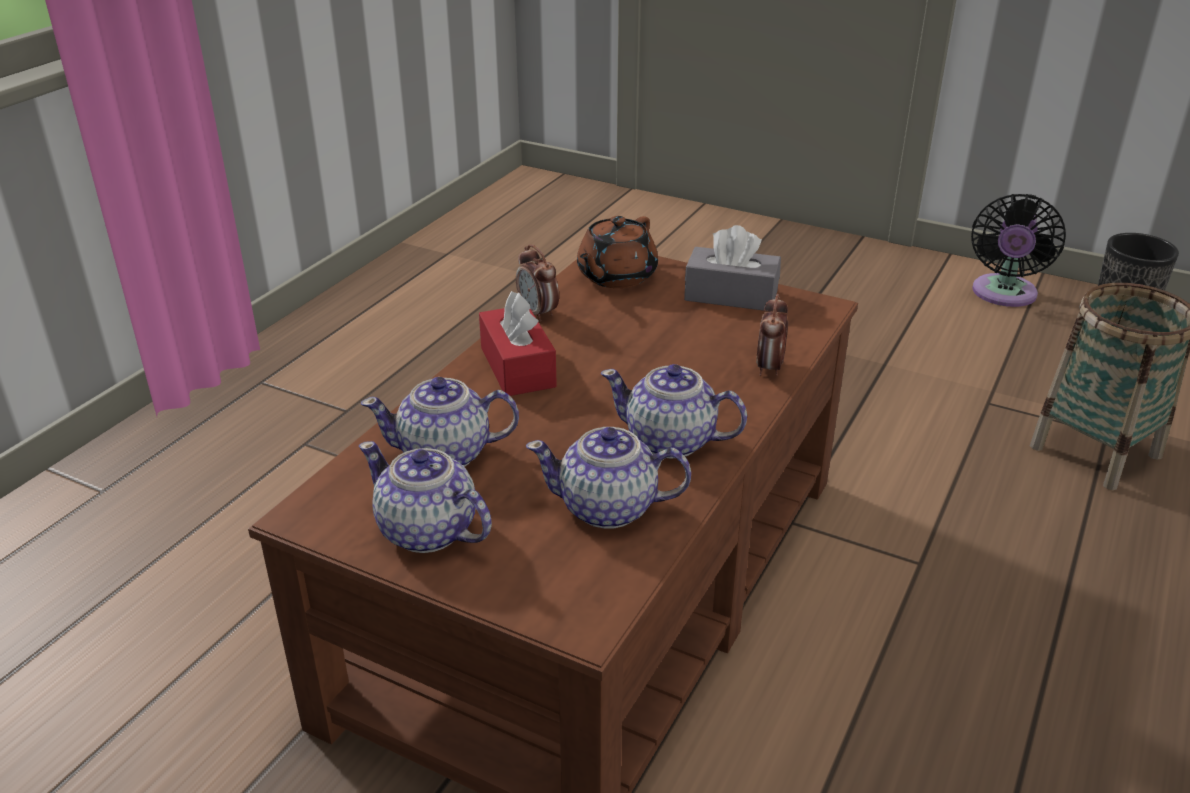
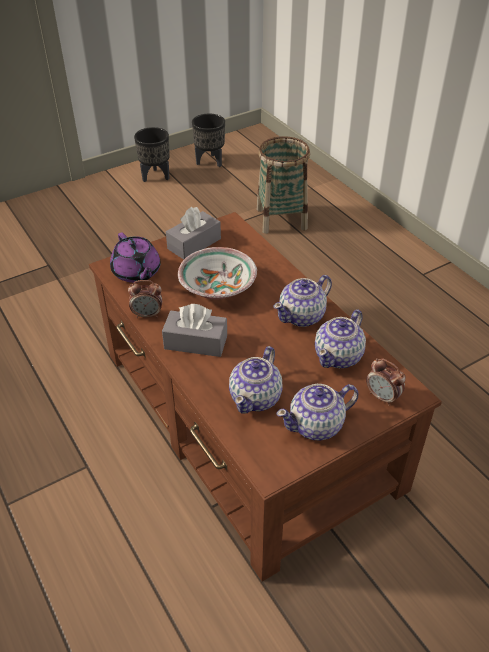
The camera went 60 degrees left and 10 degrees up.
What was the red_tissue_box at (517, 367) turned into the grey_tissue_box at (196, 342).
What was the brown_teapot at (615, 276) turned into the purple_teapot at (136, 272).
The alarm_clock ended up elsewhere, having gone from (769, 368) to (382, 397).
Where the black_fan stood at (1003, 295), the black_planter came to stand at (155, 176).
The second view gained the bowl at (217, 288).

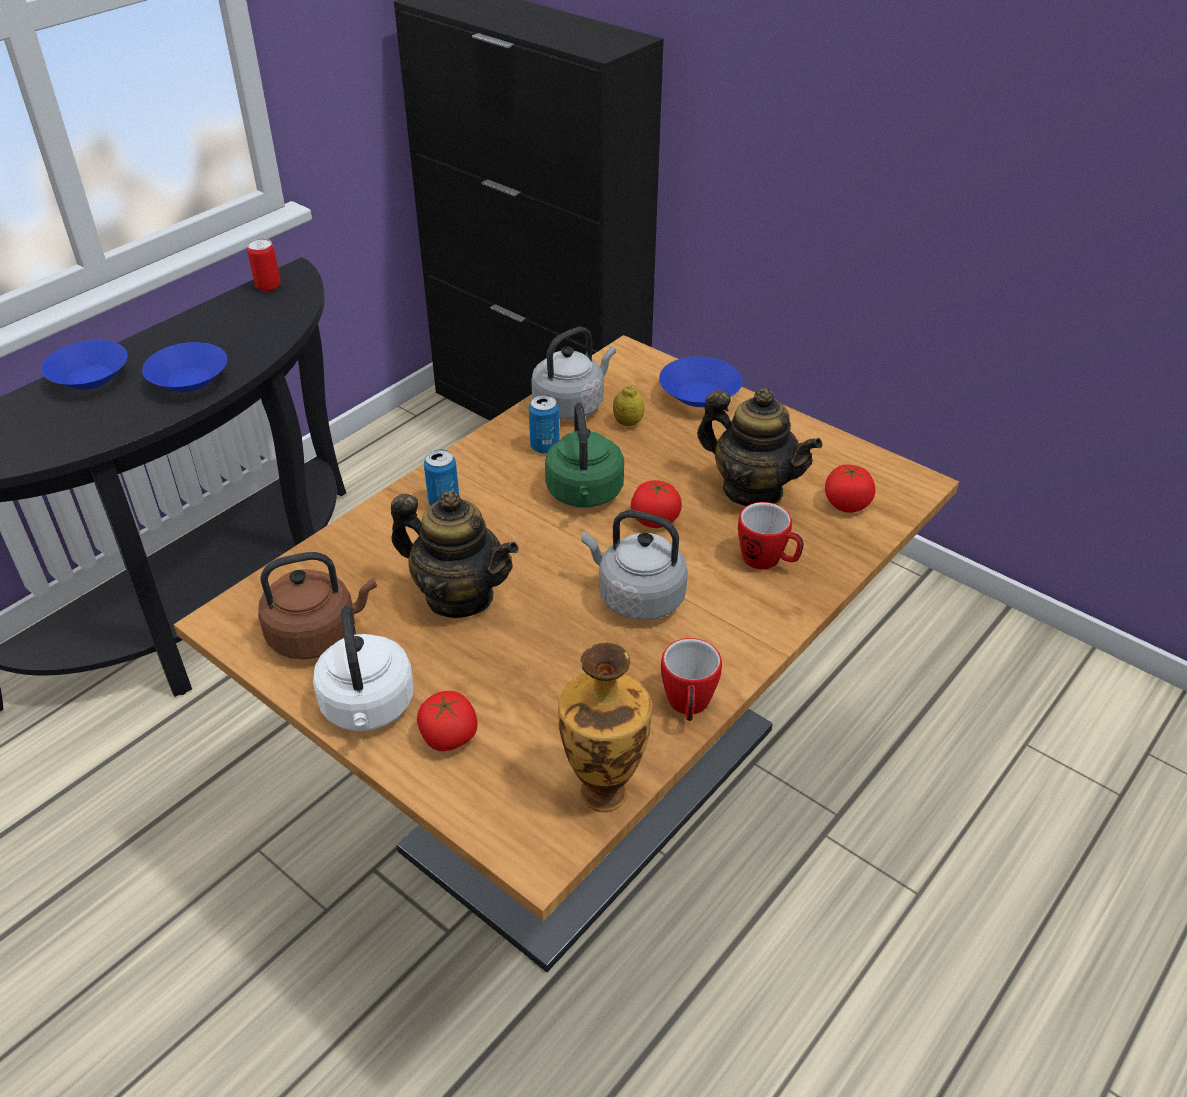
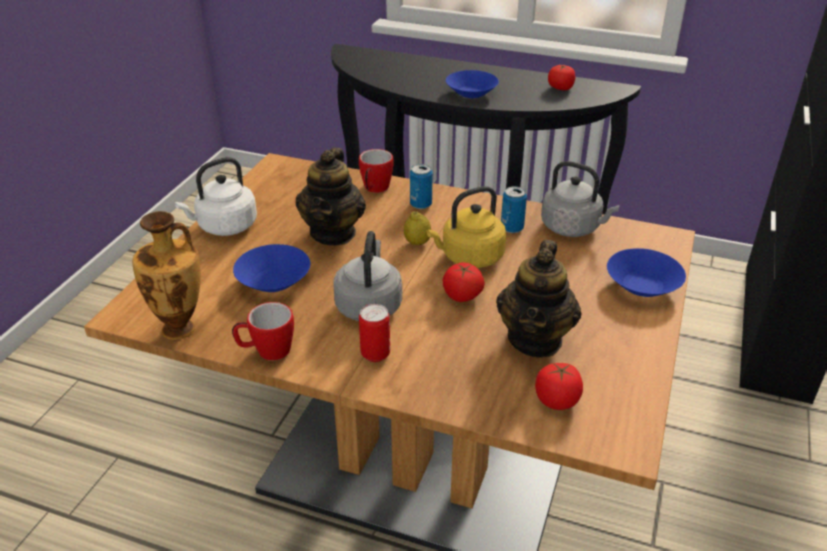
The camera went 70 degrees right and 5 degrees down.
The blue_bowl ended up elsewhere, having gone from (90, 380) to (273, 282).
The can ended up elsewhere, having gone from (268, 286) to (375, 354).
The second view lost the brown_kettle at (318, 634).
The tomato ended up elsewhere, having gone from (448, 737) to (560, 88).
What was the green_kettle at (585, 495) turned into the yellow_kettle at (469, 257).
The lemon ended up elsewhere, having gone from (628, 422) to (417, 243).
The mug ended up elsewhere, having gone from (768, 561) to (374, 189).

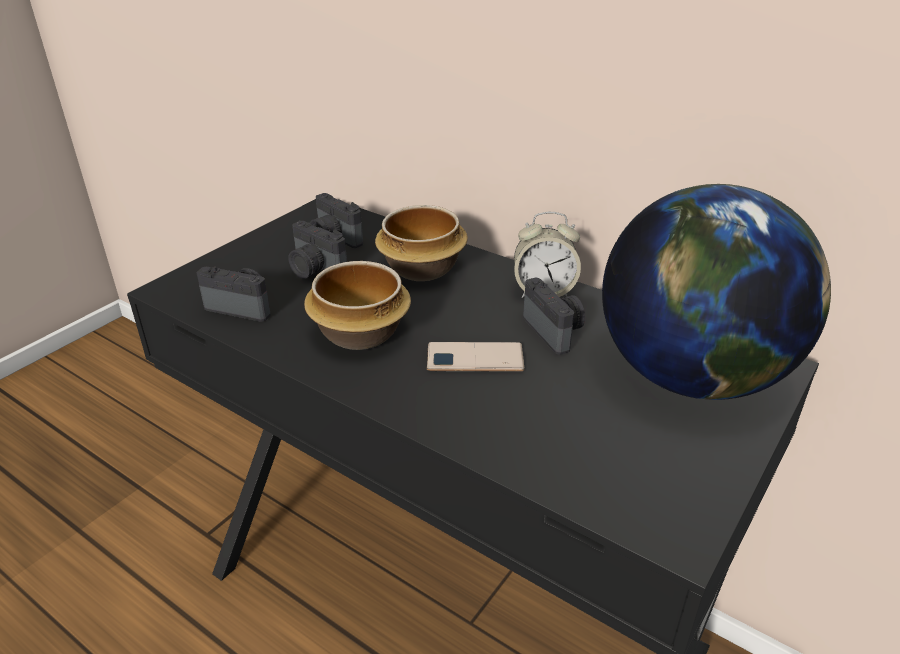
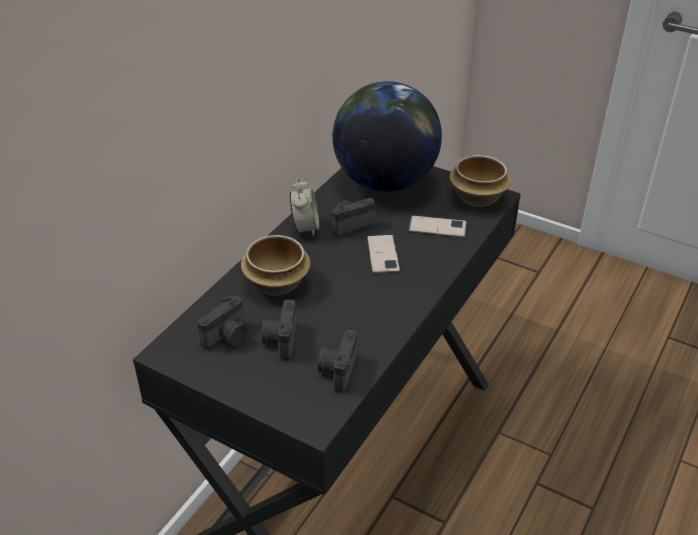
The camera went 95 degrees left and 5 degrees up.
The photo_camera at (314, 270) ended up facing another way, 150 degrees clockwise from before.
The bowl ended up elsewhere, having gone from (360, 332) to (476, 198).
The second view gained the phone at (437, 227).

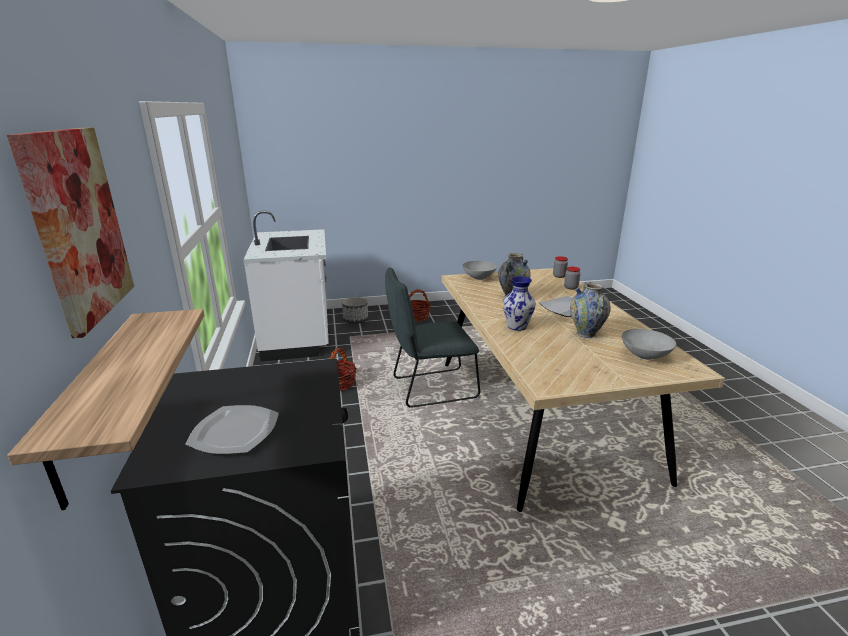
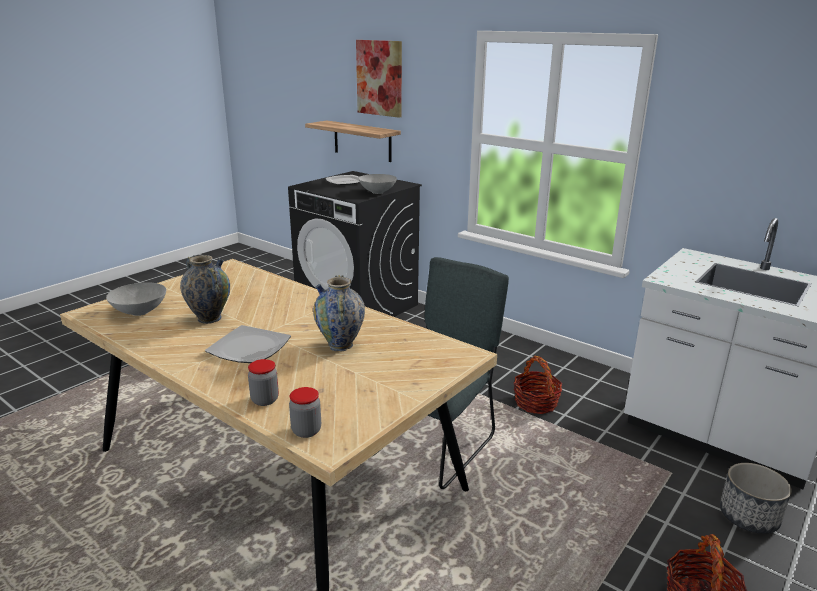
The camera went 140 degrees right and 0 degrees up.
The grey_bowl ended up elsewhere, having gone from (479, 278) to (377, 192).
The second view lost the vase at (517, 326).

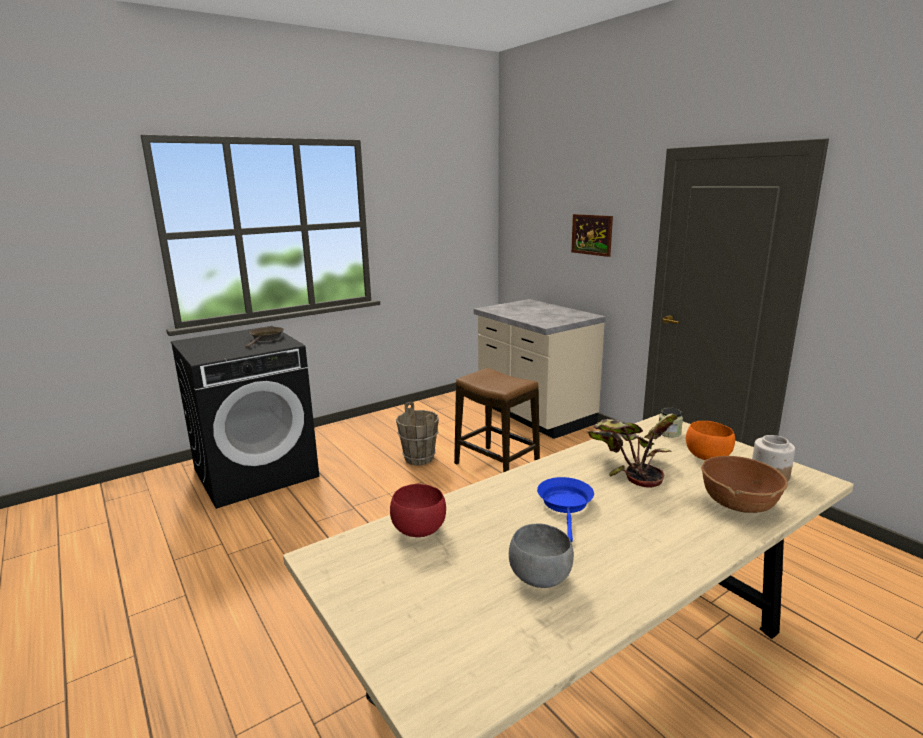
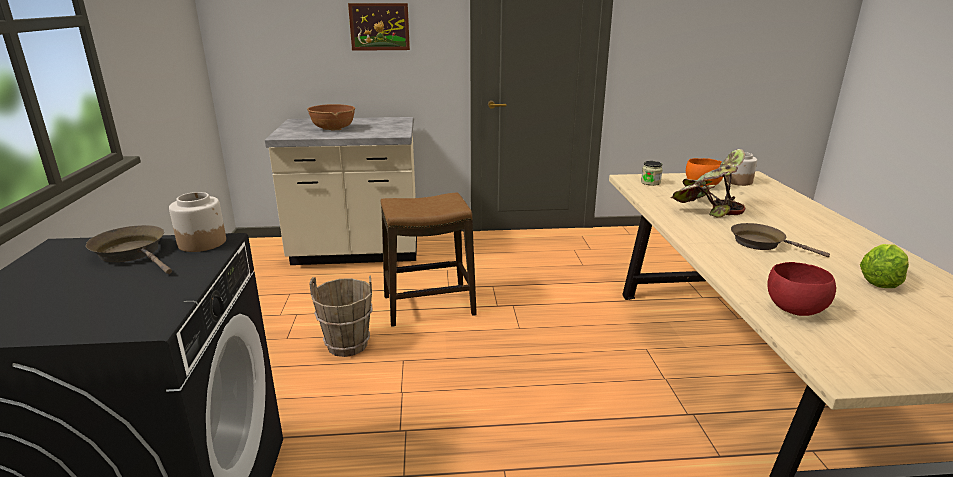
The camera went 60 degrees left and 5 degrees up.
Where the grey_bowl stood at (539, 577), the lettuce came to stand at (880, 281).
What was the blue_frying_pan at (566, 505) turned into the brown_frying_pan at (761, 243).
The brown_bowl ended up elsewhere, having gone from (738, 504) to (333, 129).
The second view gained the jar at (202, 242).

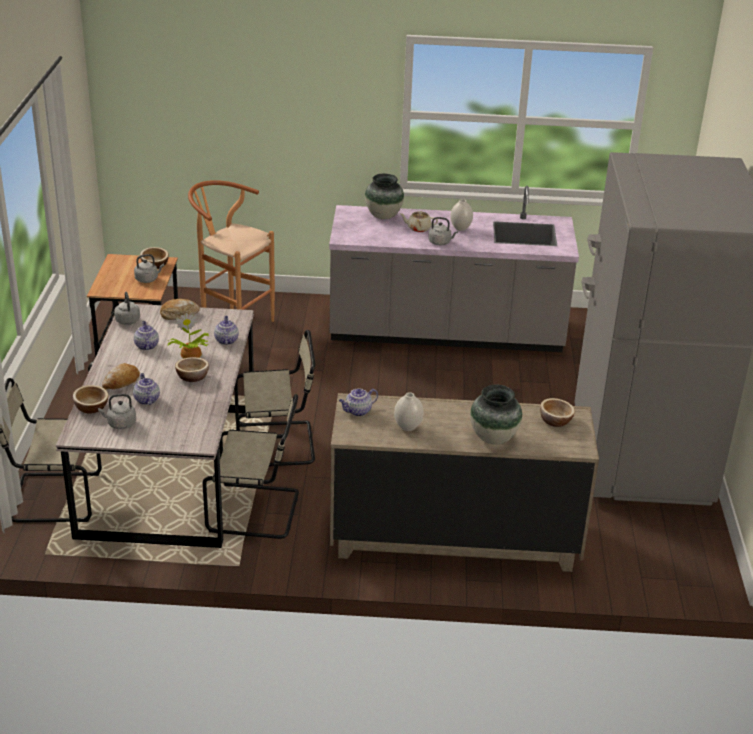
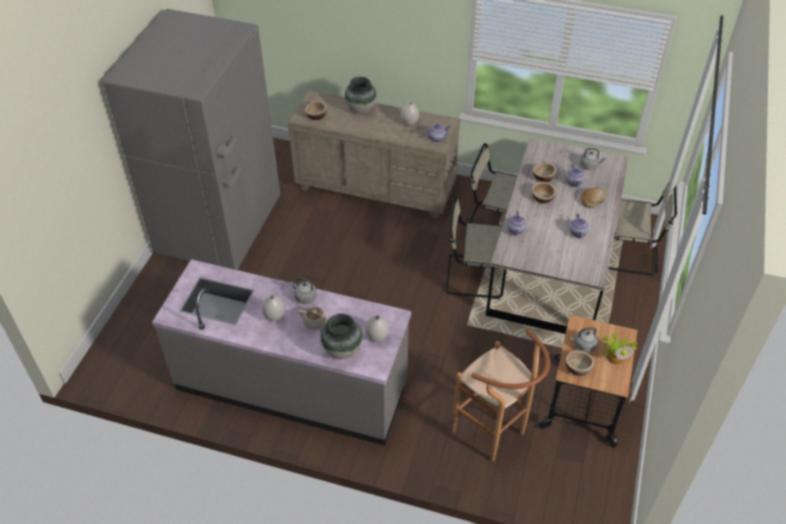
The camera went 165 degrees left and 15 degrees up.
The bowl ended up elsewhere, having gone from (91, 407) to (543, 177).
The second view lost the grey_kettle at (127, 320).
The second view lost the bread at (179, 314).
The potted_plant ended up elsewhere, having gone from (190, 355) to (616, 356).
The second view gained the white_vase at (376, 337).

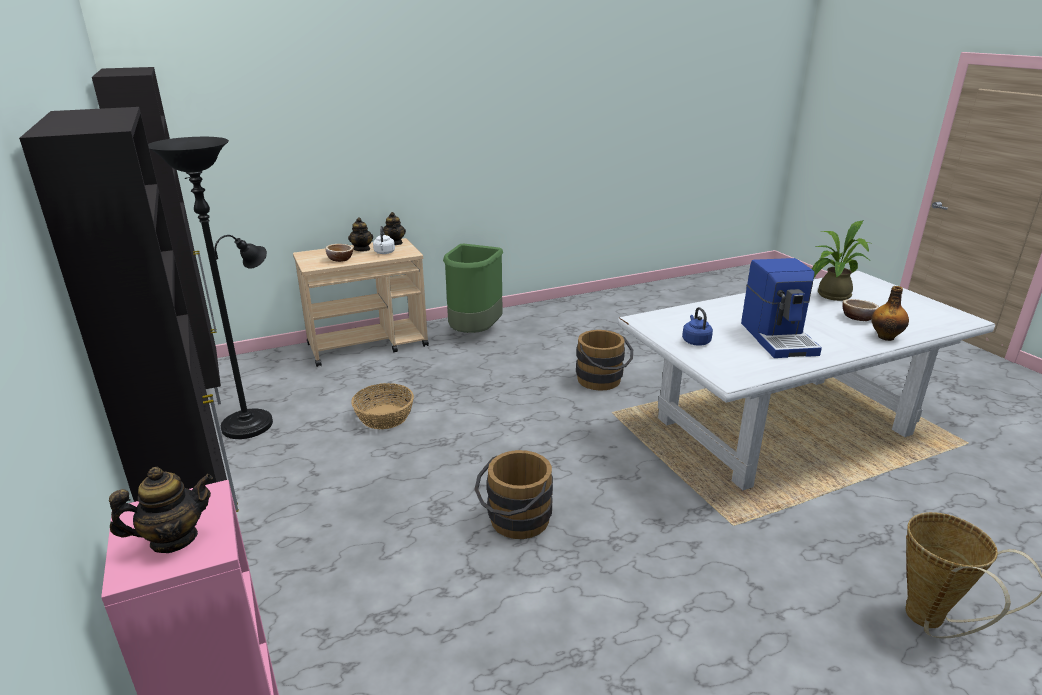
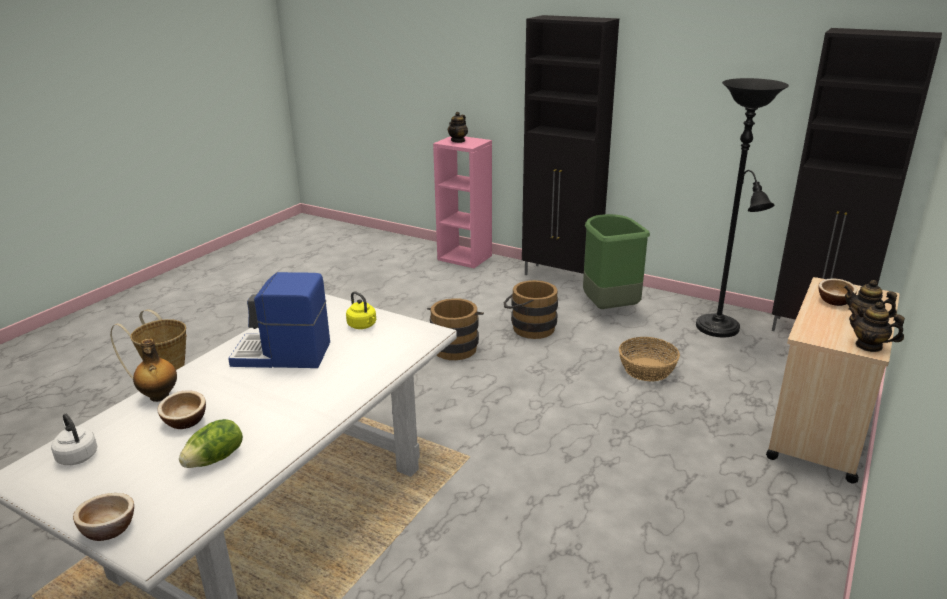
The camera went 145 degrees right and 0 degrees up.
The white_kettle ended up elsewhere, having gone from (384, 253) to (77, 456).
The green_trash_can ended up elsewhere, having gone from (474, 333) to (608, 308).
The brown_bucket ended up elsewhere, having gone from (602, 381) to (529, 328).
What was the blue_kettle at (695, 341) turned into the yellow_kettle at (363, 325).
The coffee_machine at (779, 338) ended up facing another way, 45 degrees counterclockwise from before.
Where the potted_plant stood at (830, 296), the lettuce came to stand at (216, 459).
The second view gained the bowl at (109, 528).

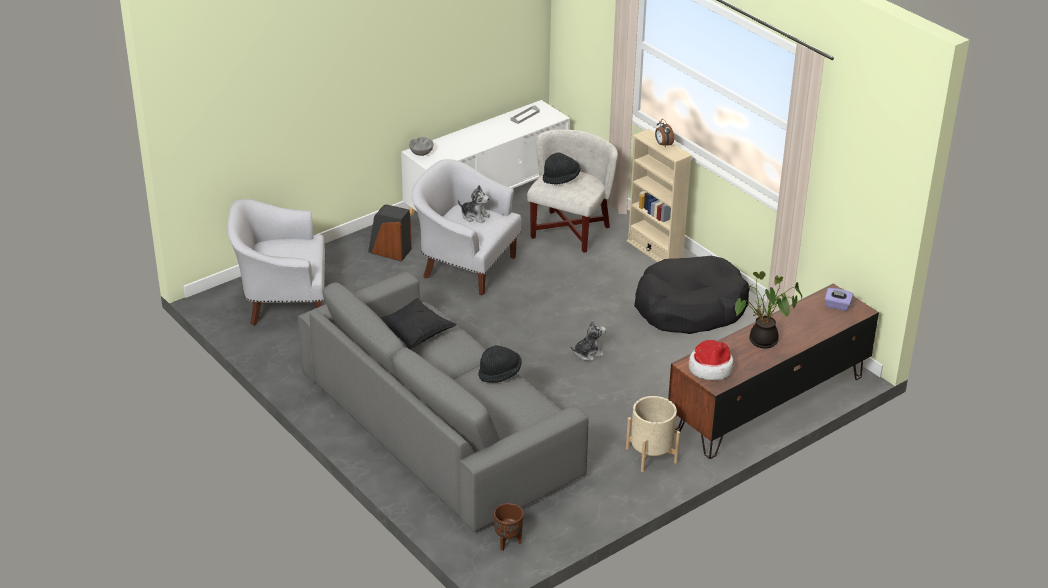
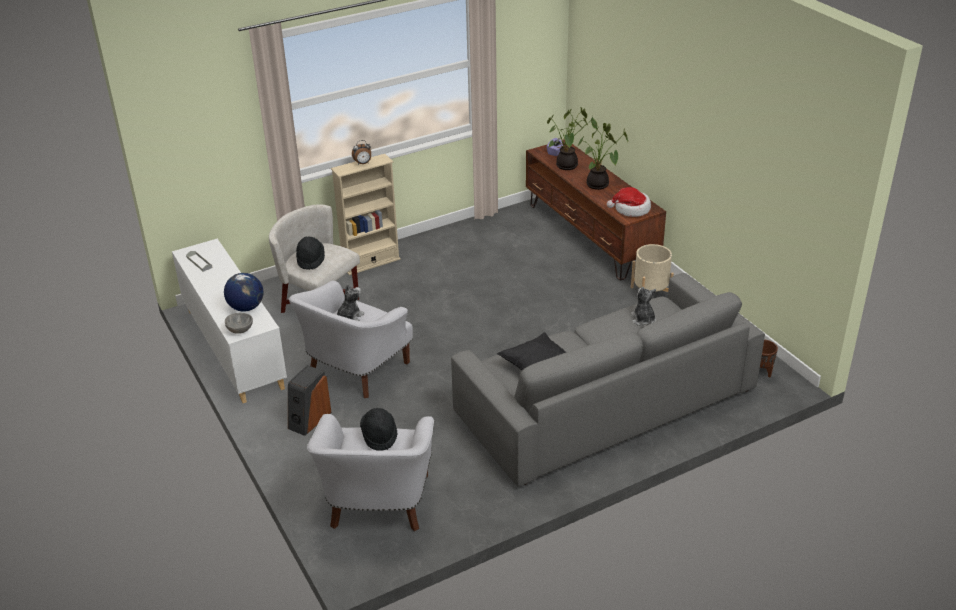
The camera went 80 degrees left and 0 degrees up.
The black_hat ended up elsewhere, having gone from (500, 374) to (379, 436).
The plush_toy ended up elsewhere, having gone from (588, 353) to (643, 320).
The second view lost the black_dog_bed at (689, 308).
The second view gained the globe at (246, 307).
The second view gained the potted_plant at (567, 166).

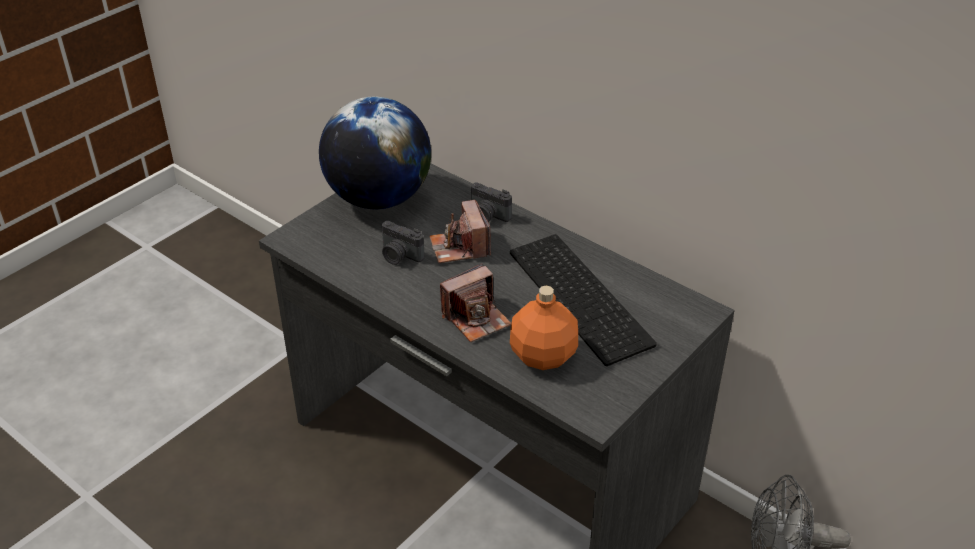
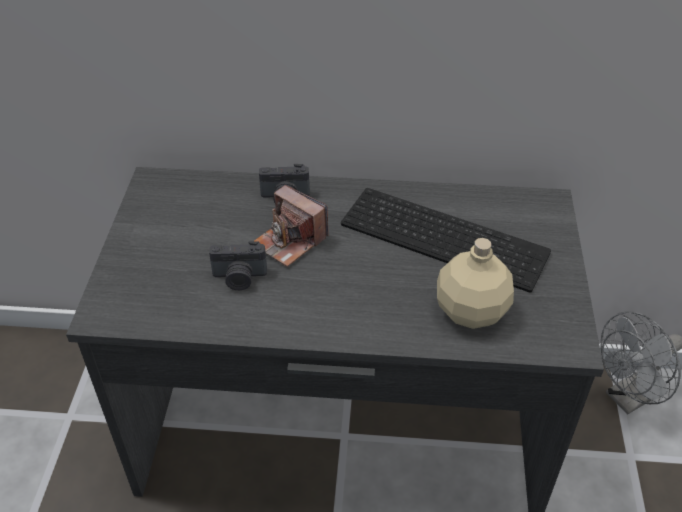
The camera went 35 degrees left and 5 degrees up.
The second view lost the globe at (378, 199).
The second view lost the photo_camera at (476, 318).
What was the orange_bottle at (543, 356) turned into the beige_bottle at (472, 311).

